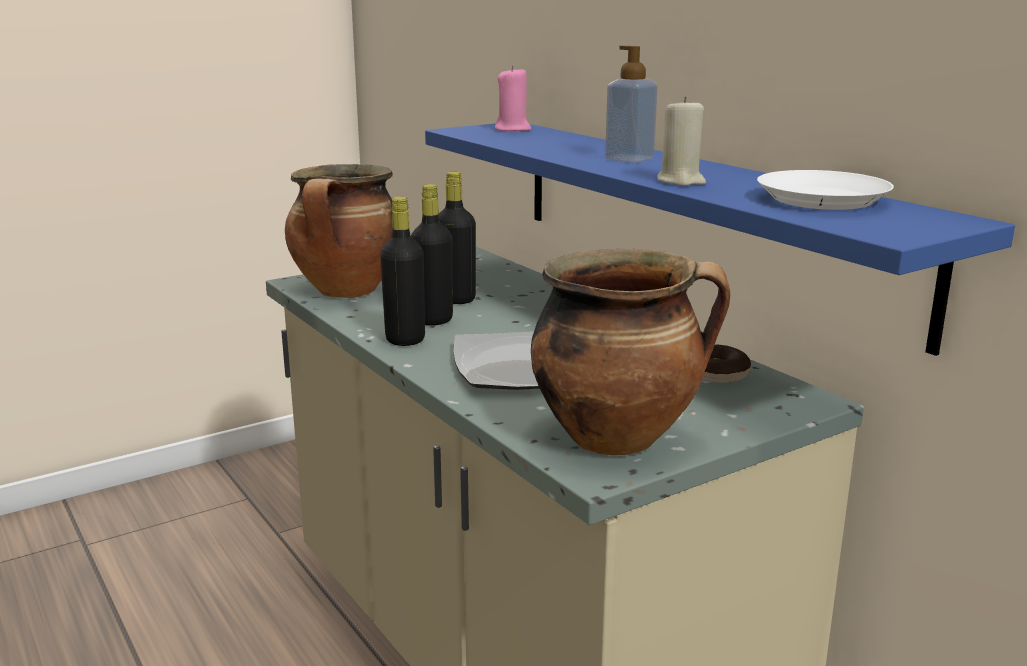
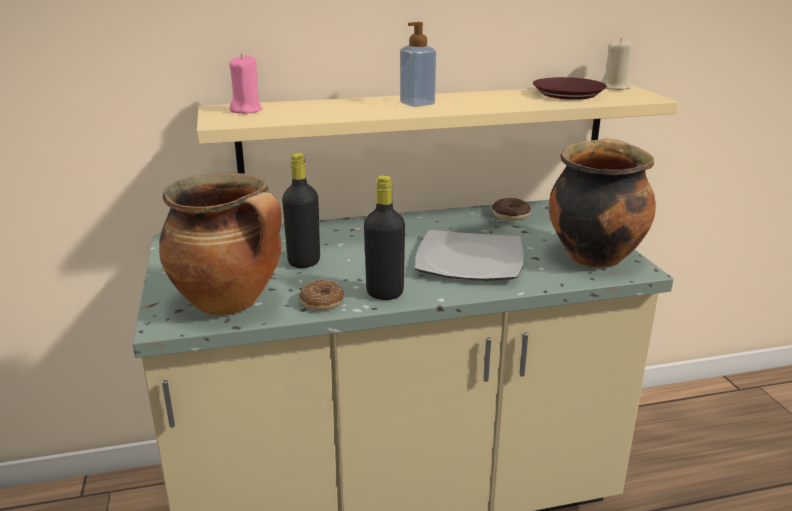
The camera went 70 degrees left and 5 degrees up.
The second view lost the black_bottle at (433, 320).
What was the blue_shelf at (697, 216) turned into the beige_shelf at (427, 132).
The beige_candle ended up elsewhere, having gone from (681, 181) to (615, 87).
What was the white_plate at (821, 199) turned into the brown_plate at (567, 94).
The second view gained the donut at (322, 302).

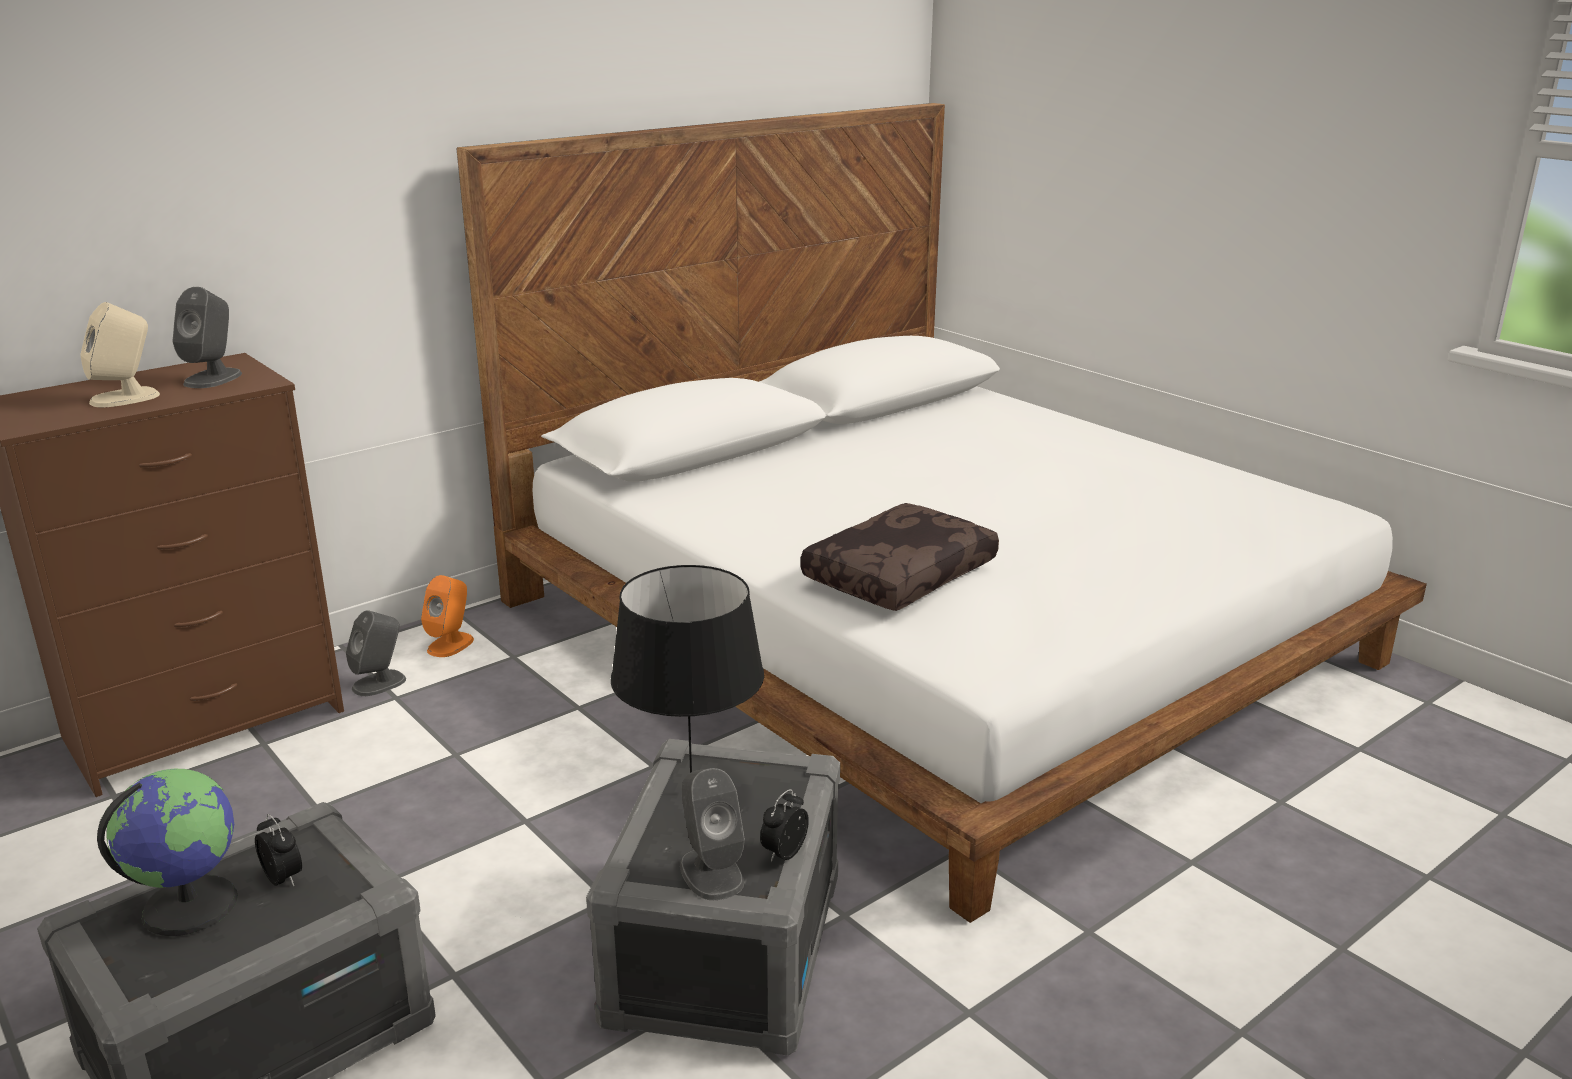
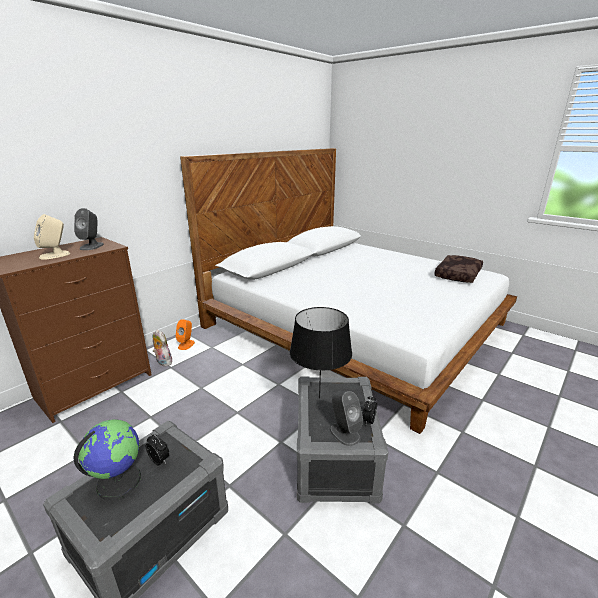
The camera went 10 degrees left and 0 degrees up.
Where the grey_speaker stood at (379, 683), the plush_toy came to stand at (163, 362).
The brown_pillow ended up elsewhere, having gone from (898, 574) to (457, 274).

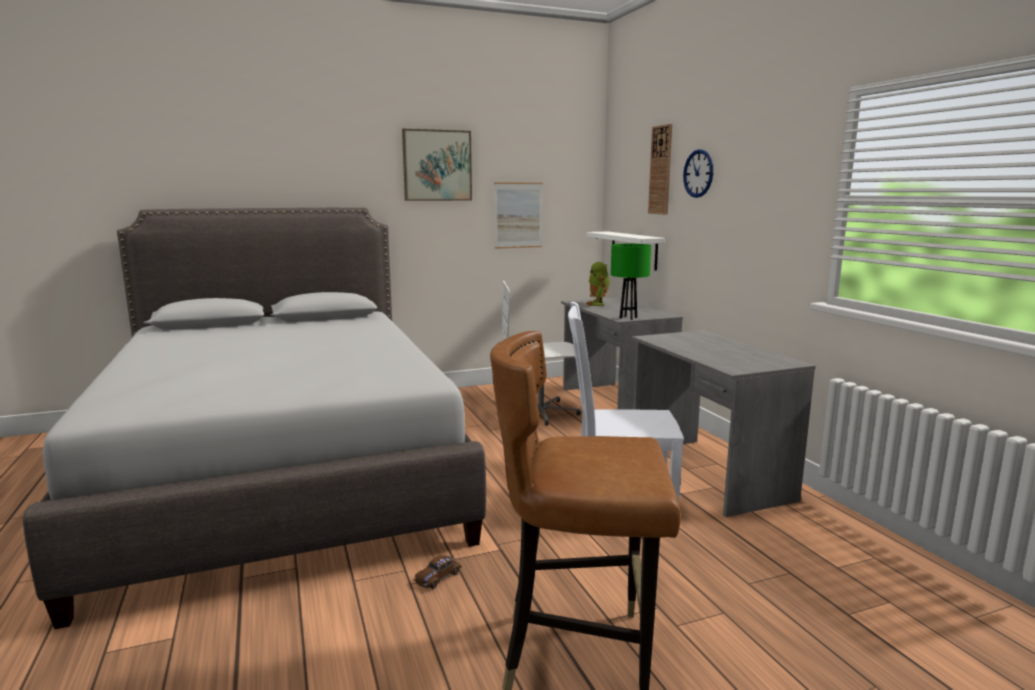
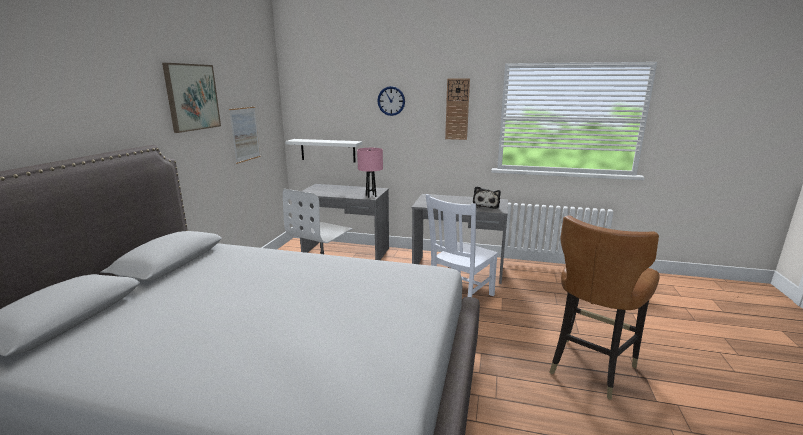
The camera went 55 degrees left and 5 degrees up.
The second view lost the brown_toy_car at (438, 577).
The second view lost the toy_robot at (598, 304).
What was the green_table_lamp at (628, 318) turned into the pink_table_lamp at (370, 196).
The wall_clock ended up elsewhere, having gone from (660, 170) to (457, 109).
The second view gained the plush_toy at (486, 206).

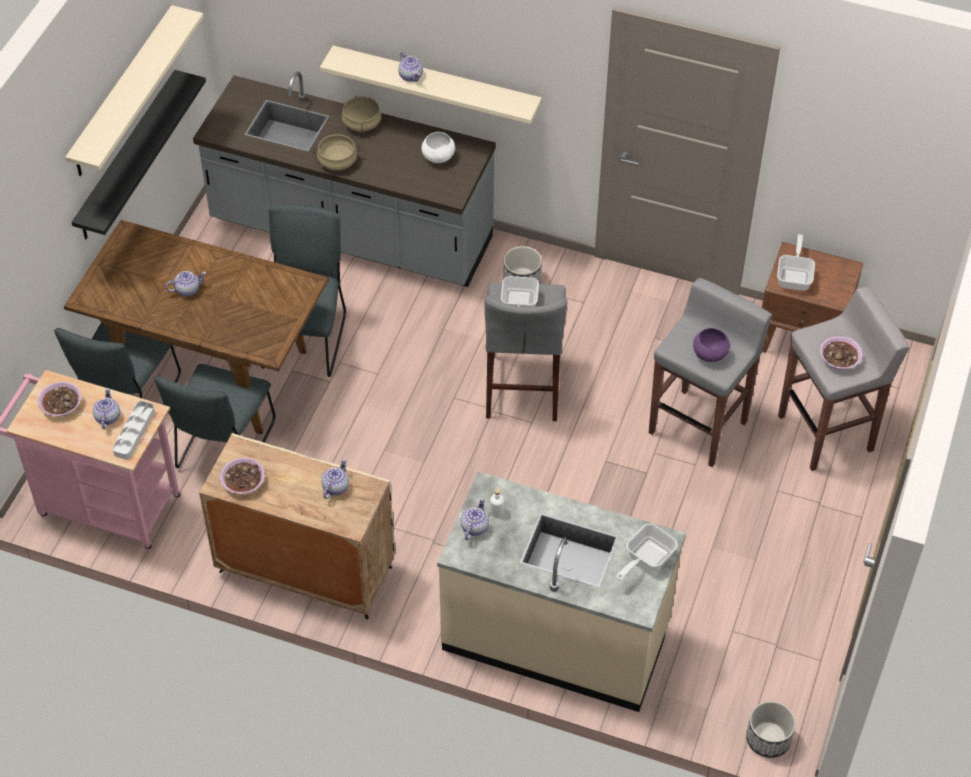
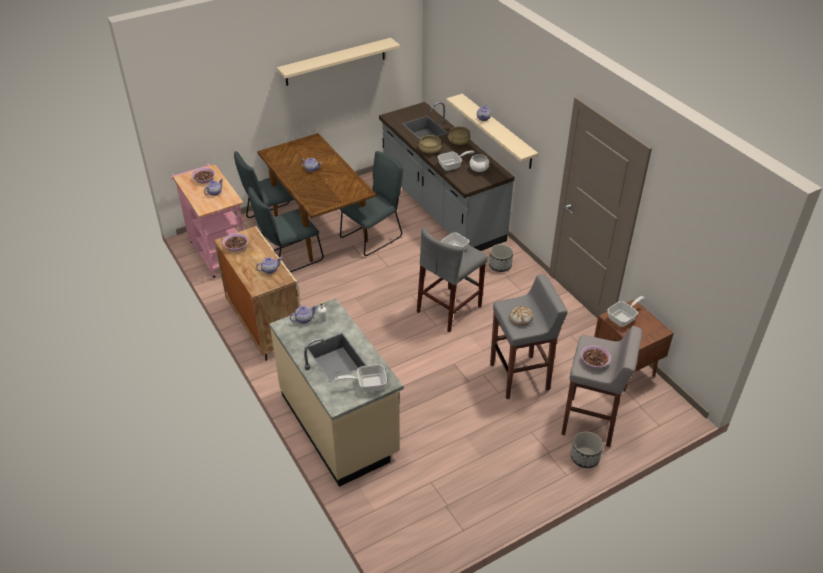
The camera went 40 degrees right and 10 degrees down.
The second view lost the black_shelf at (127, 157).
The second view lost the grey_tray at (134, 432).
Where the purple_bowl stood at (709, 354), the bread came to stand at (521, 318).
The planter ended up elsewhere, having gone from (768, 739) to (584, 458).
The second view gained the frying_pan at (452, 165).

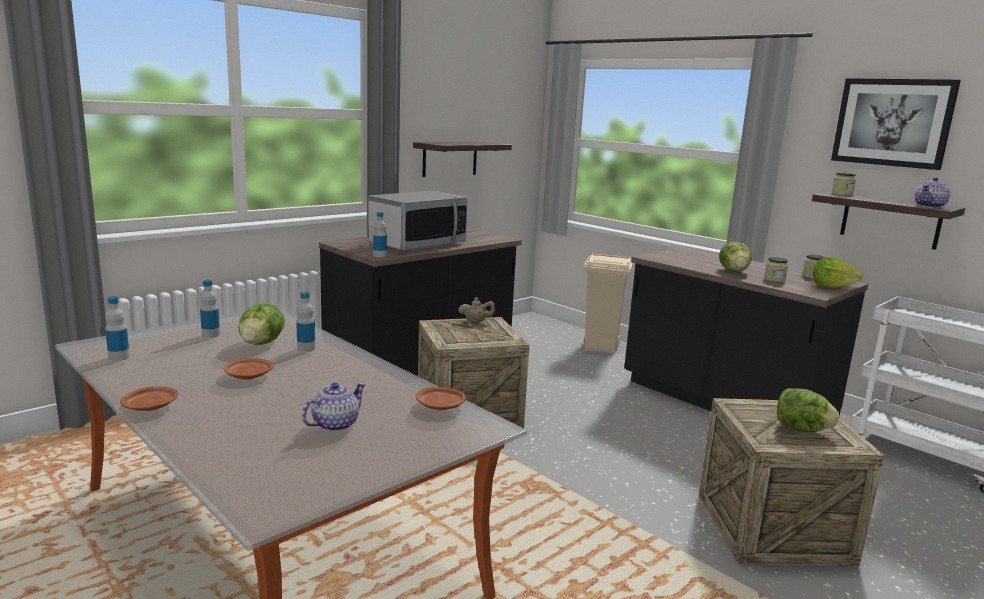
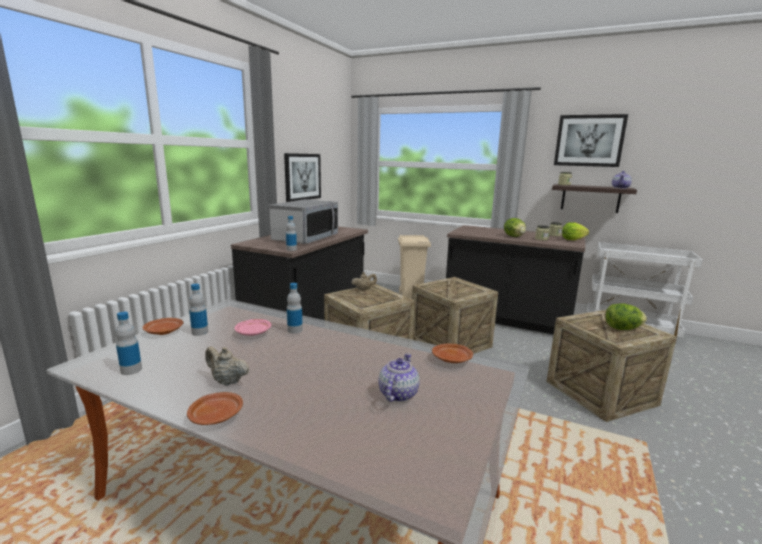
The camera went 20 degrees left and 0 degrees up.
The brown_plate ended up elsewhere, having gone from (248, 376) to (163, 331).
Where the lettuce stood at (261, 343), the pink_plate came to stand at (253, 332).
Where the shelf hung at (450, 158), the picture came to hang at (302, 177).
The second view gained the beige_teapot at (227, 381).
The second view gained the crate at (450, 343).

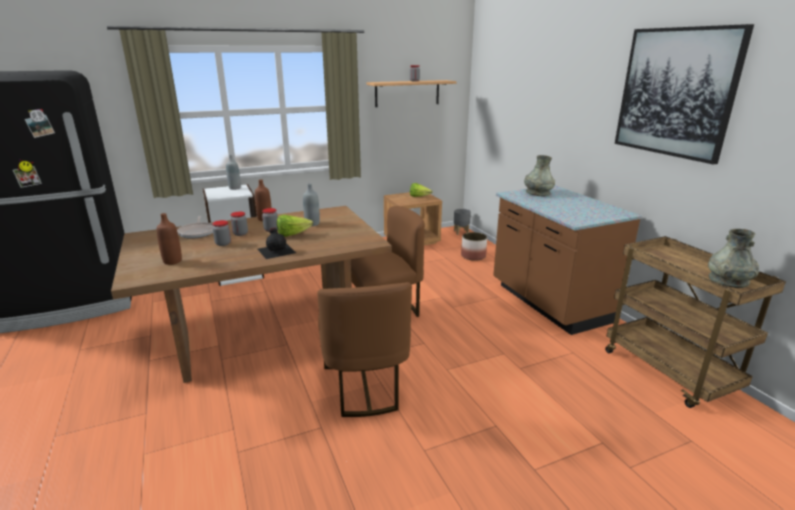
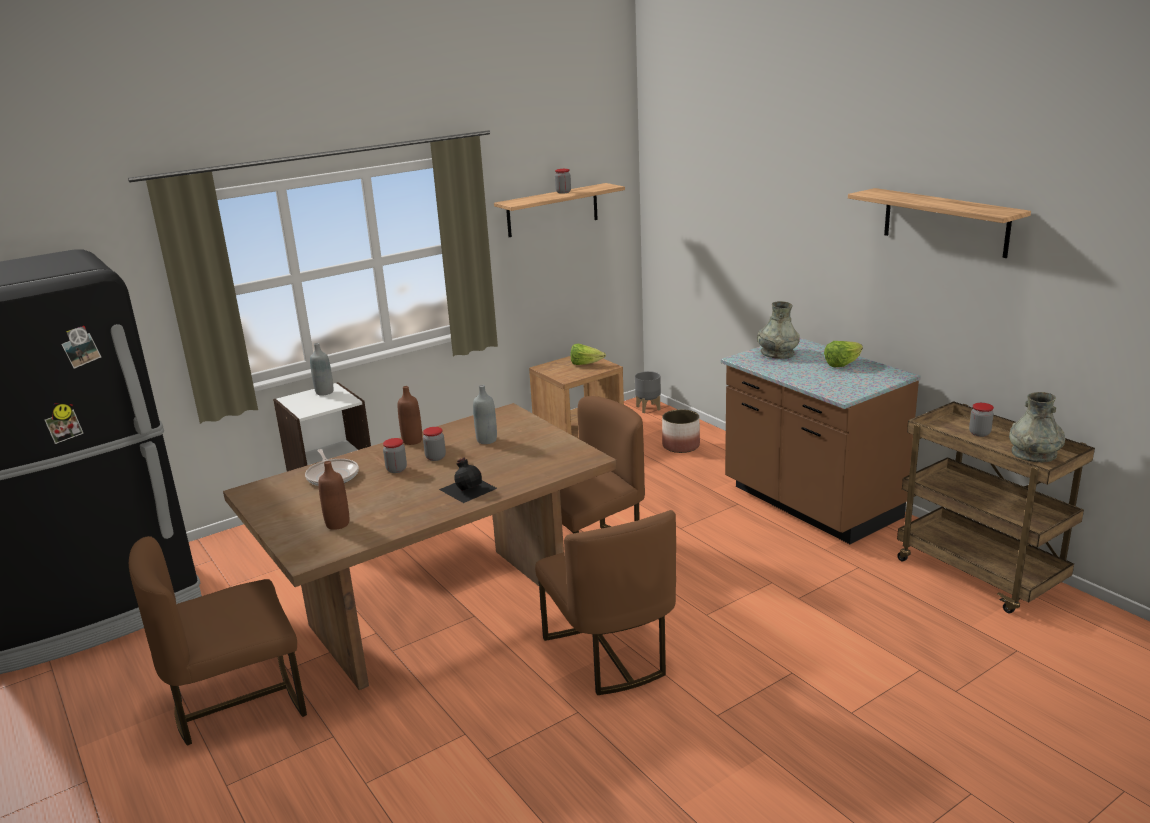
The camera went 10 degrees left and 0 degrees up.
The jar ended up elsewhere, having gone from (223, 243) to (979, 433).
The lettuce ended up elsewhere, having gone from (292, 235) to (842, 364).
Where the picture hung at (675, 92), the shelf came to hang at (945, 222).
The second view gained the brown_chair at (238, 702).

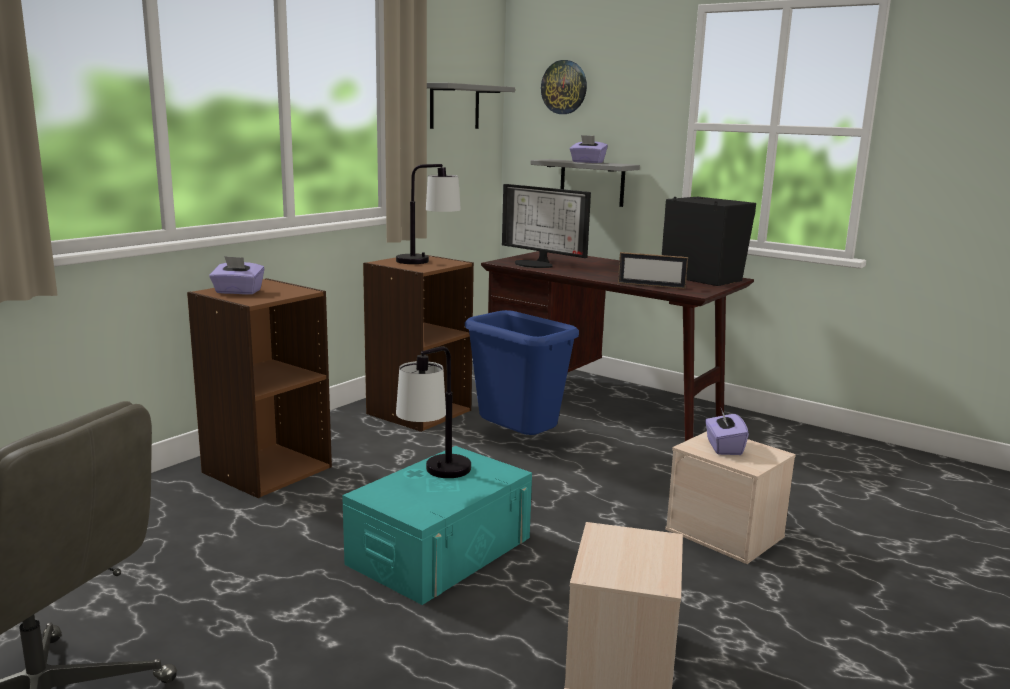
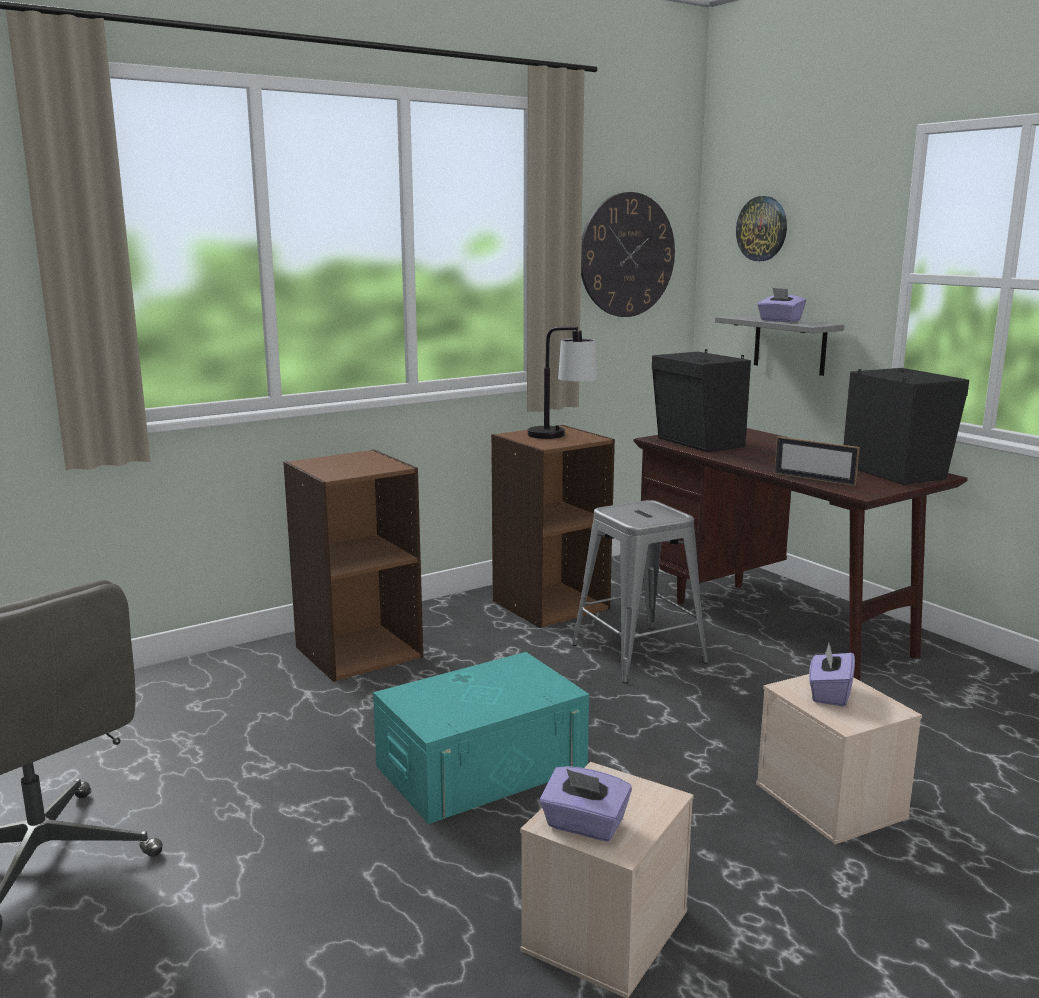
The camera went 20 degrees right and 0 degrees up.
The purple_tissue_box ended up elsewhere, having gone from (238, 292) to (584, 825).
The second view lost the table_lamp at (436, 477).
Where the grey_shelf hung at (454, 106), the wall_clock came to hang at (627, 255).
Where the blue_trash_can stood at (516, 443), the grey_stool came to stand at (639, 654).
Where the monitor stood at (536, 264), the black_speaker came to stand at (698, 443).

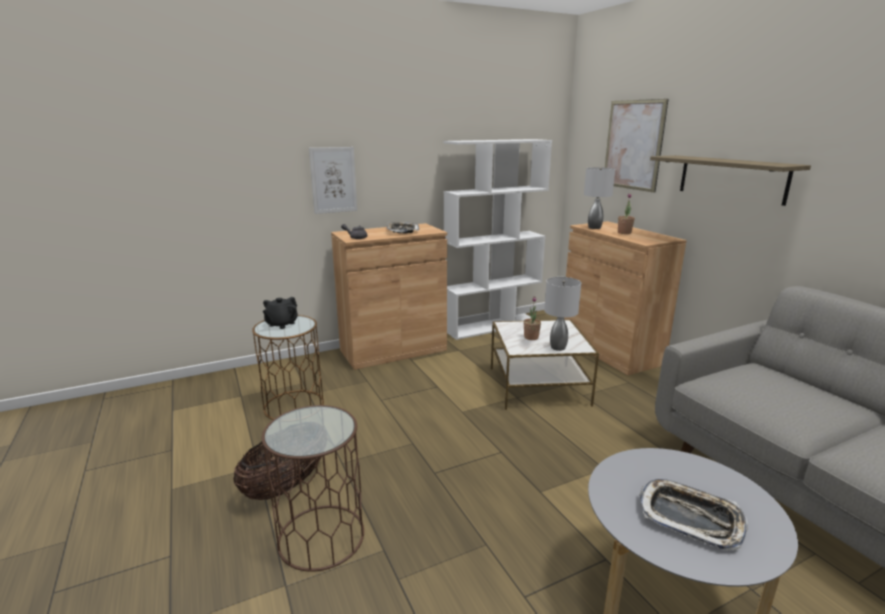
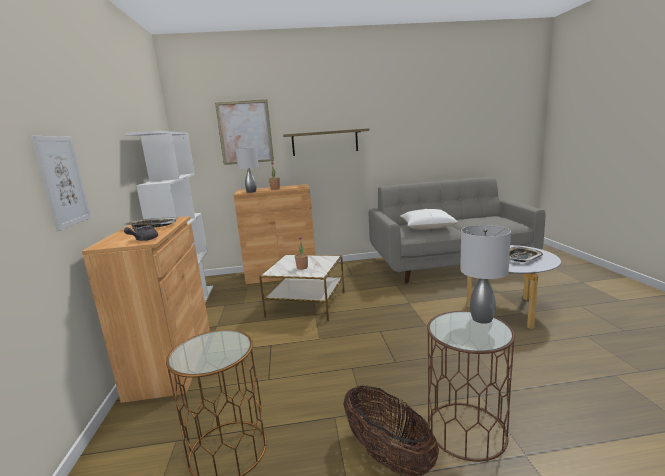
The camera went 70 degrees left and 5 degrees down.
The second view lost the black_teapot at (281, 324).
The grey_table_lamp ended up elsewhere, having gone from (557, 347) to (481, 319).
The second view gained the white_pillow at (427, 227).

